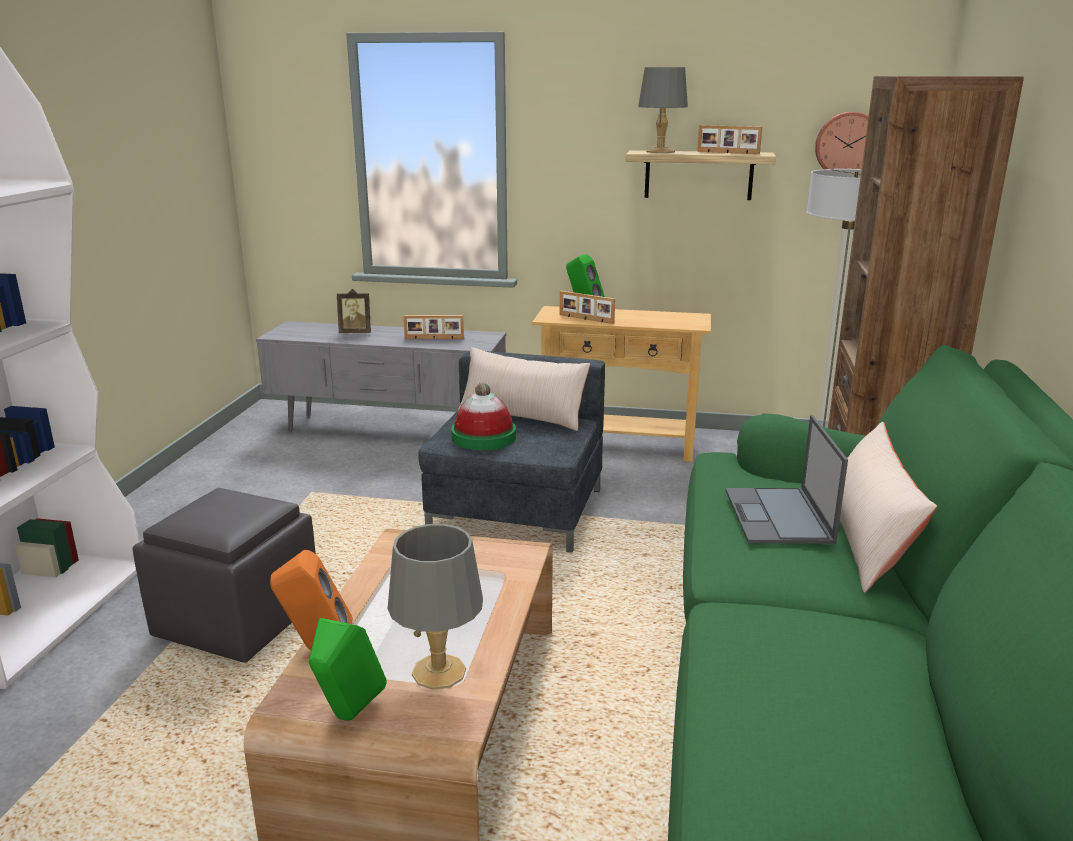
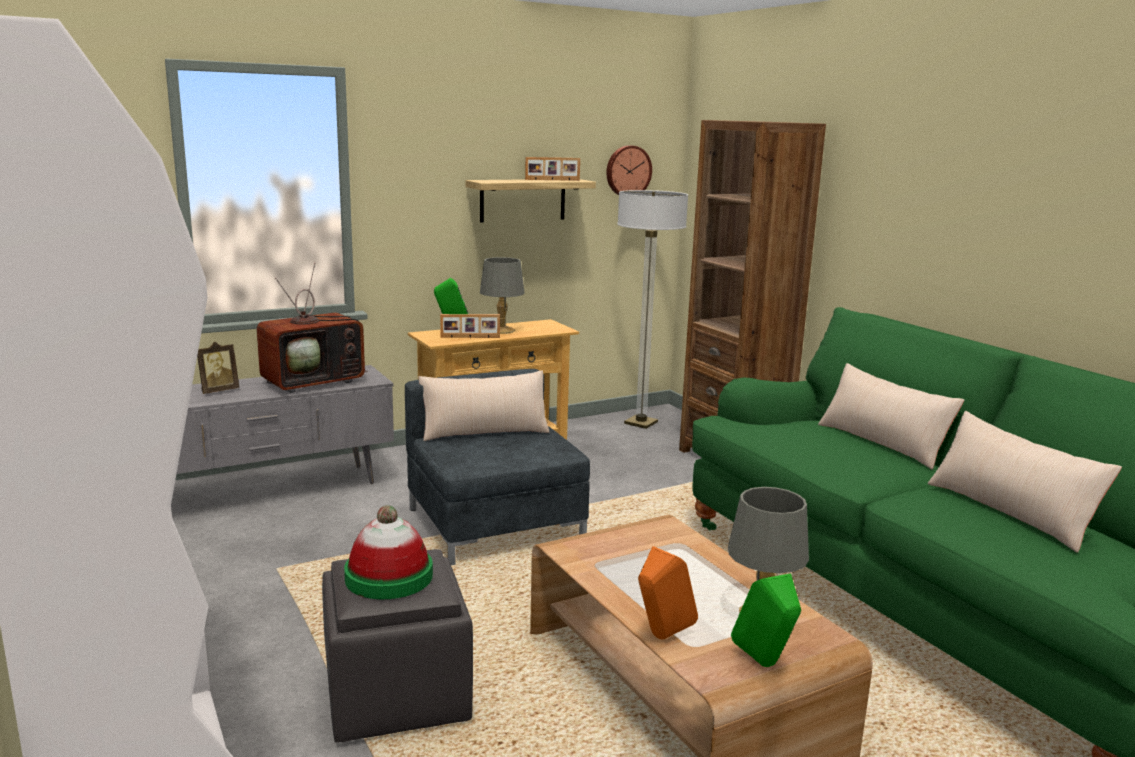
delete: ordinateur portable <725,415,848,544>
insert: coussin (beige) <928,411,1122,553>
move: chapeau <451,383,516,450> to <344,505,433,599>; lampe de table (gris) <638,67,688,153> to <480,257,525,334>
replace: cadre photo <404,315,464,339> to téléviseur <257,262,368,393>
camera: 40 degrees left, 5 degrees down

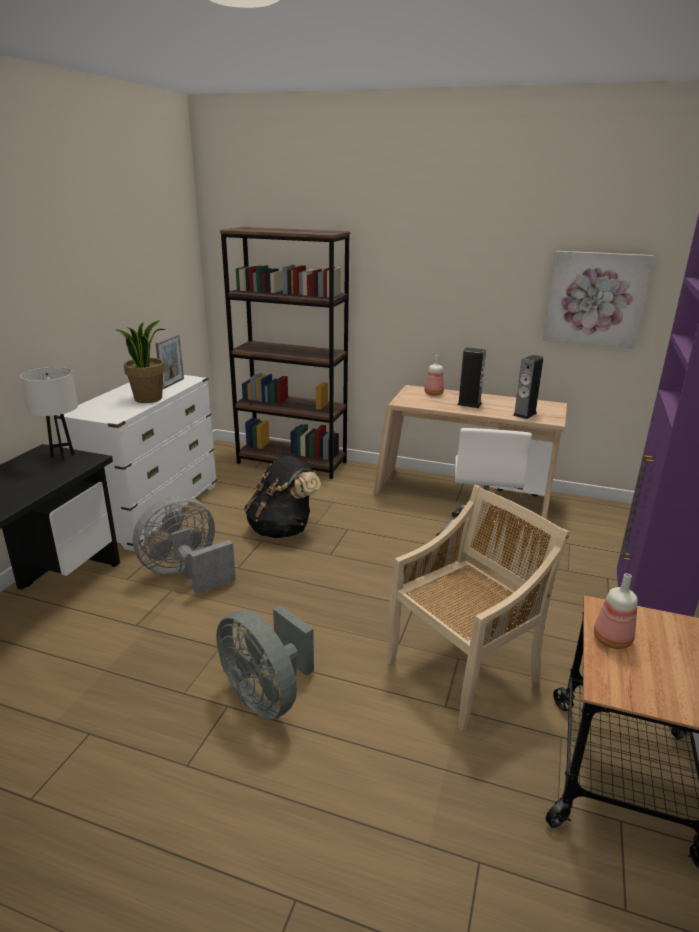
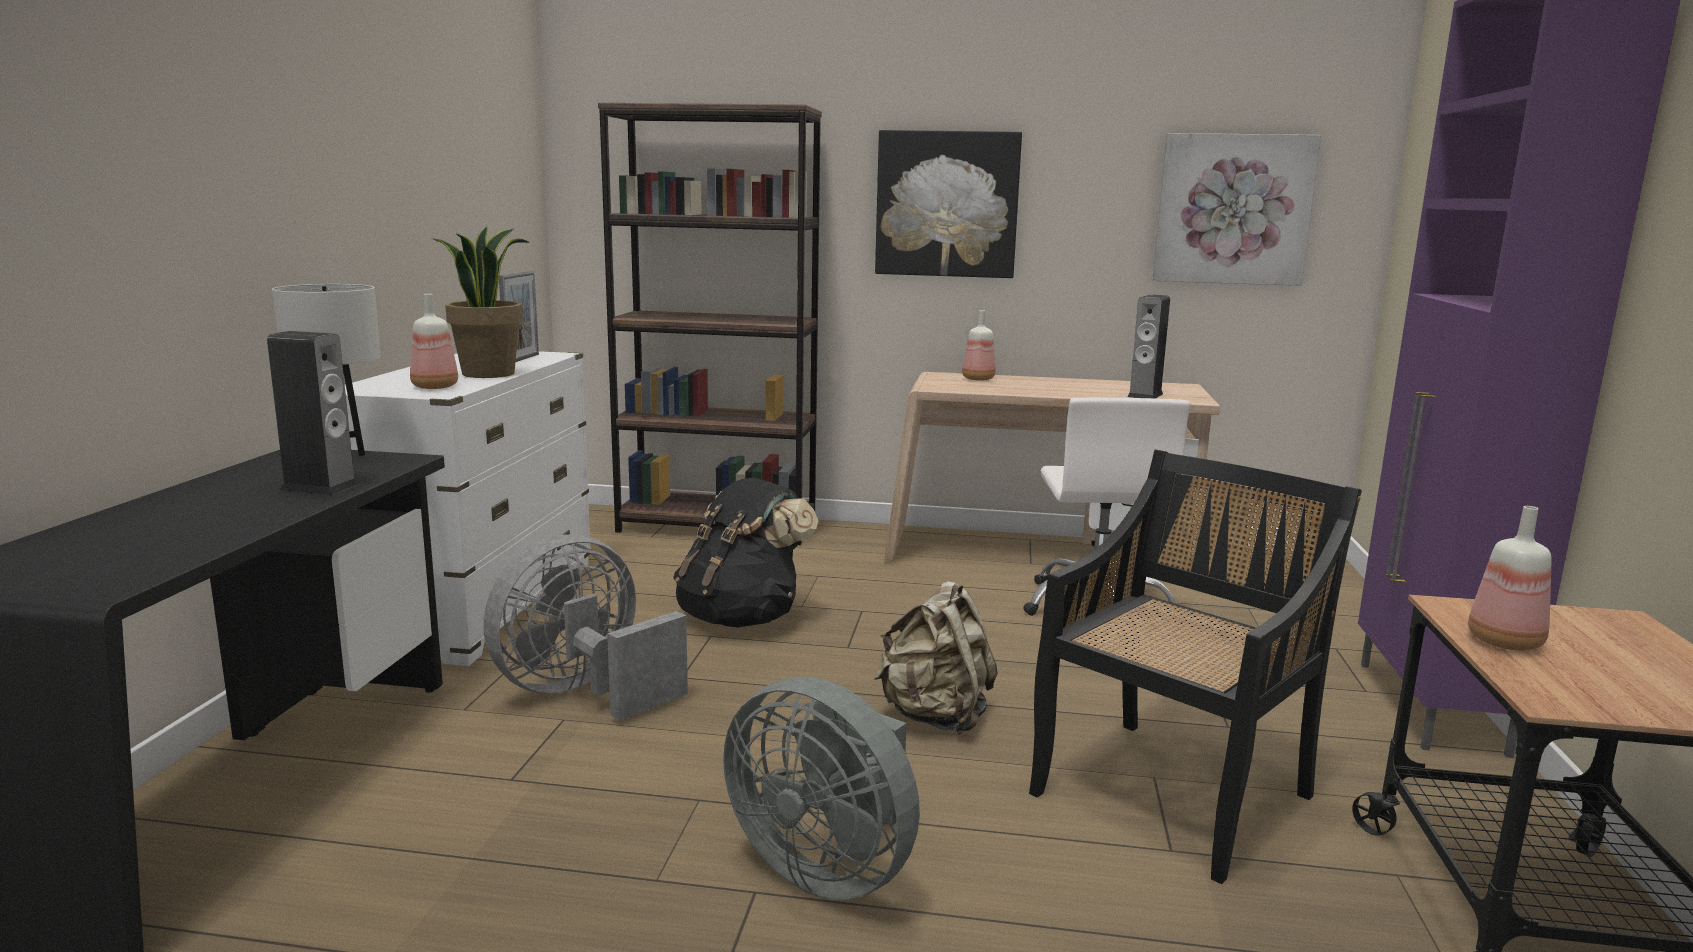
insert: bouteille <410,294,458,389>; sac à dos (beige) <874,581,998,735>; tableau <875,130,1022,278>
move: enceinte <457,347,486,408> to <267,331,360,495>
recolor: chaise (beige) <387,485,570,731> to chaise (noir) <1029,449,1362,884>
camera: 10 degrees left, 10 degrees down

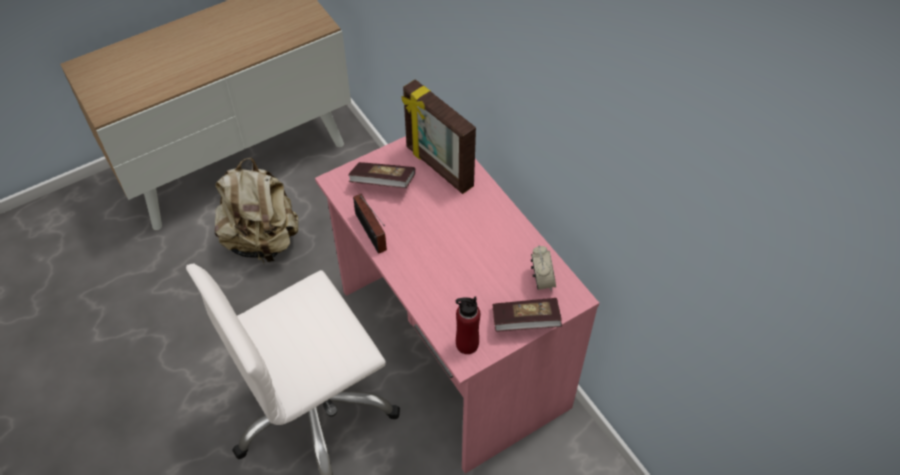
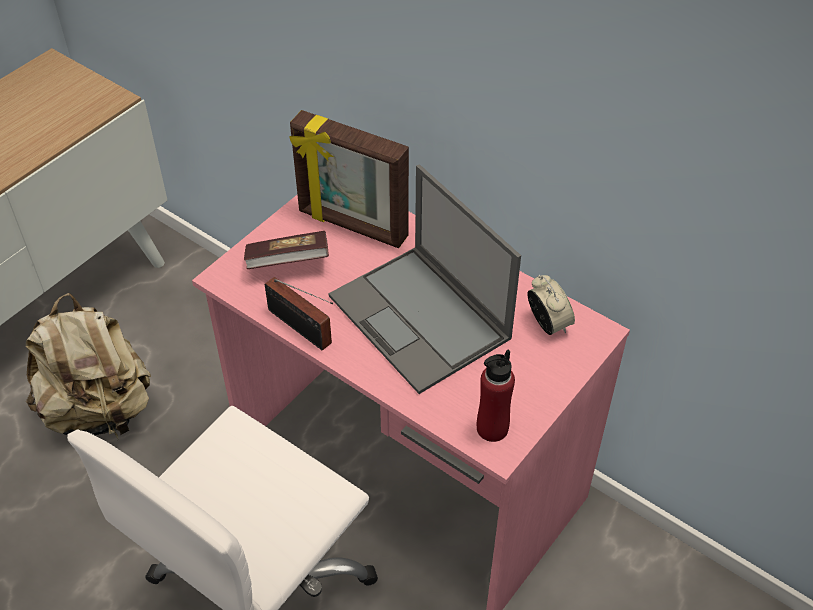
delete: livre <492,298,562,332>
insert: ordinateur portable <329,164,521,394>
camera: 20 degrees left, 5 degrees down

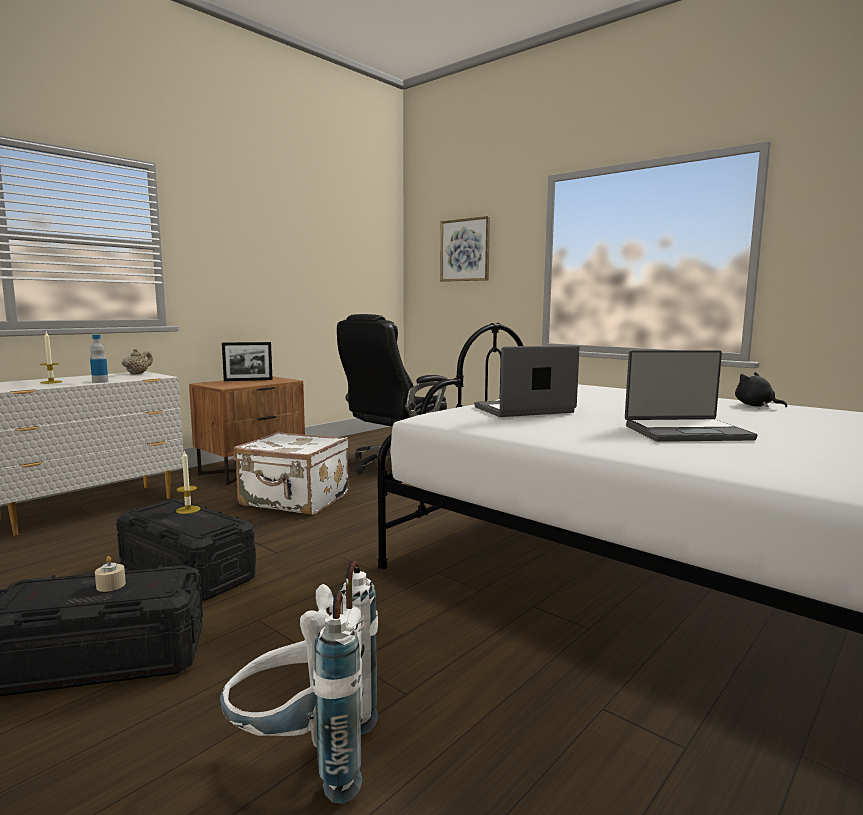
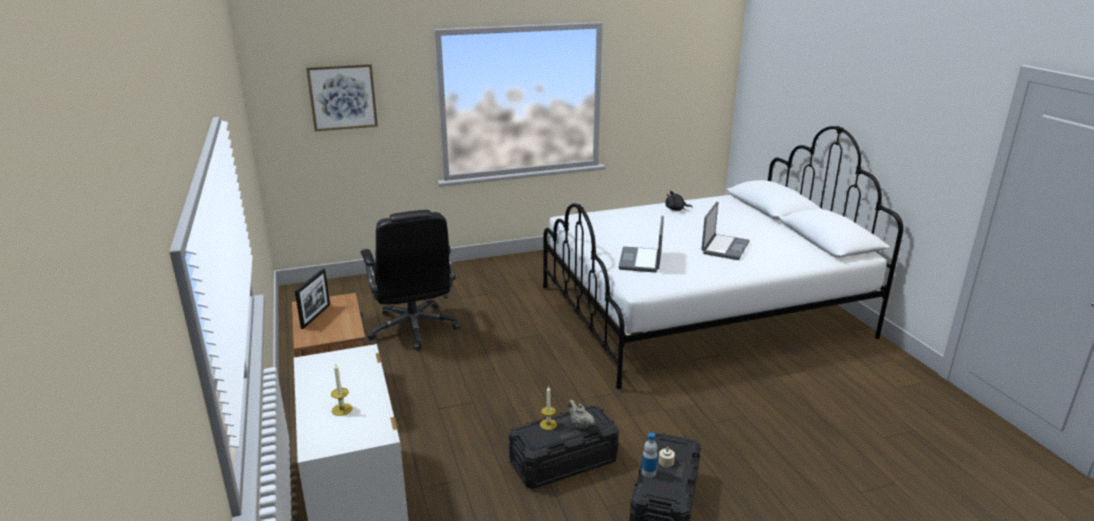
delete: sac à dos (blanc) <220,561,378,804>; valise (blanc) <233,432,349,515>
move: bouteille <90,334,108,383> to <642,432,658,478>; théière (beige) <122,349,153,375> to <567,400,594,429>
camera: 60 degrees left, 15 degrees up

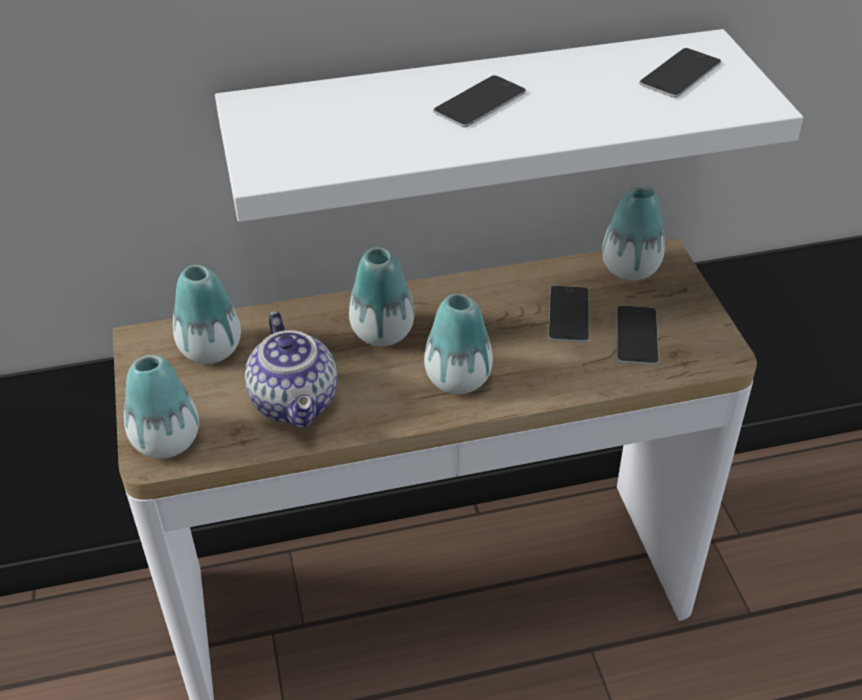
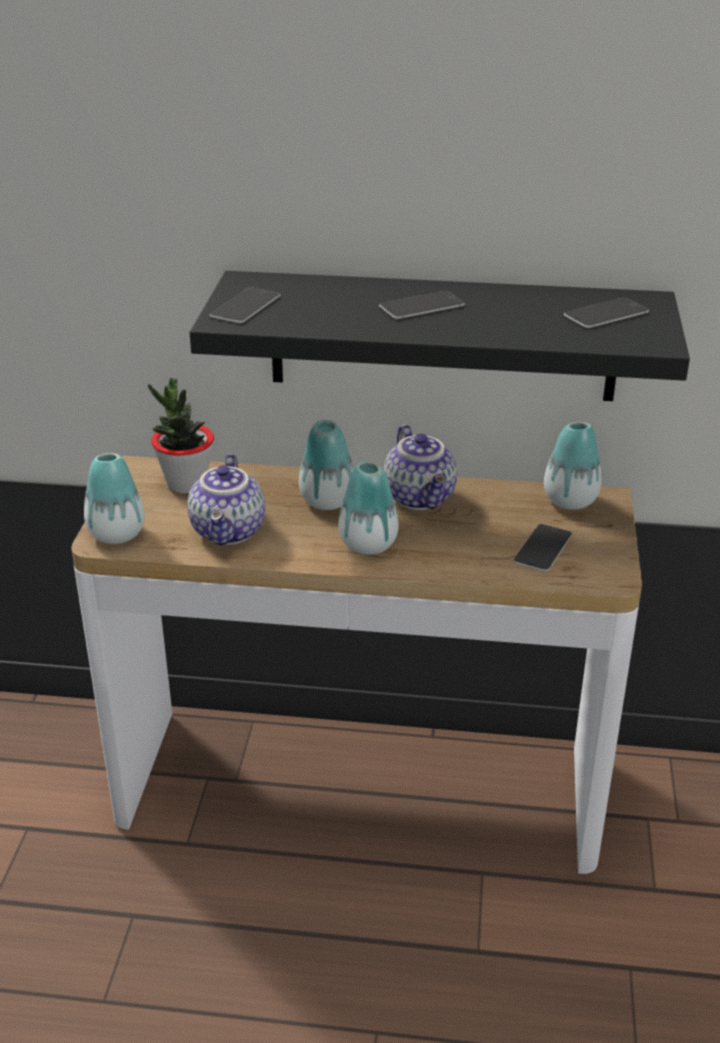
insert: théière <383,424,457,510>
move: téléphone <548,286,589,342> to <209,287,280,323>
replace: vase <173,265,241,364> to plante en pot <148,378,214,494>
recolor: étagère (blanc) <215,29,803,222> to étagère (noir) <190,271,690,401>
camera: 20 degrees right, 10 degrees down

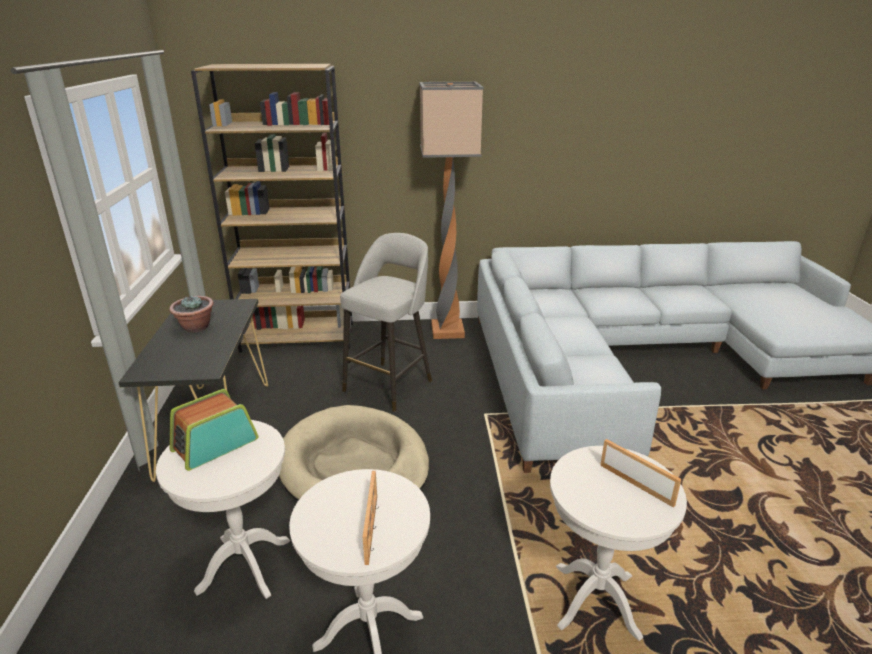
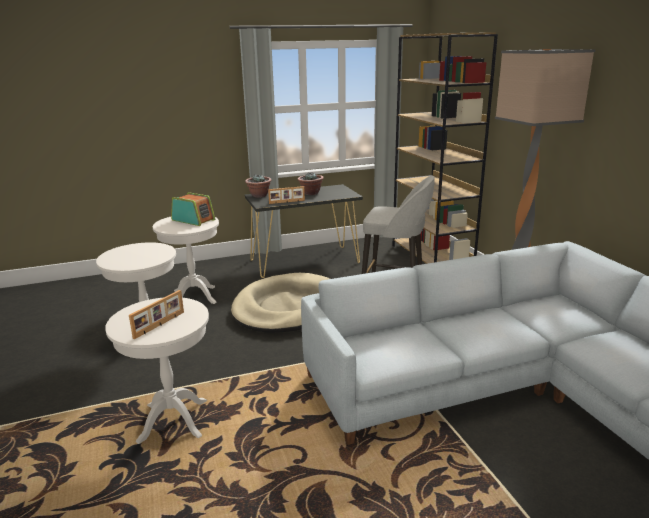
insert: plante en pot <245,175,272,198>
move: cadre photo <363,471,379,565> to <268,186,305,204>
camera: 75 degrees right, 5 degrees down

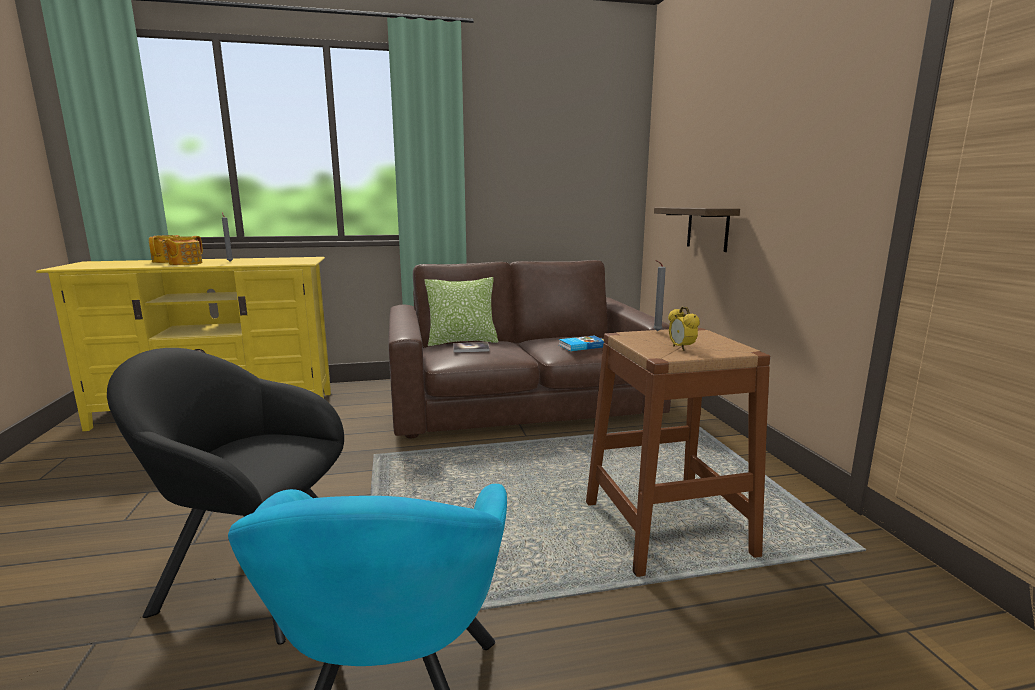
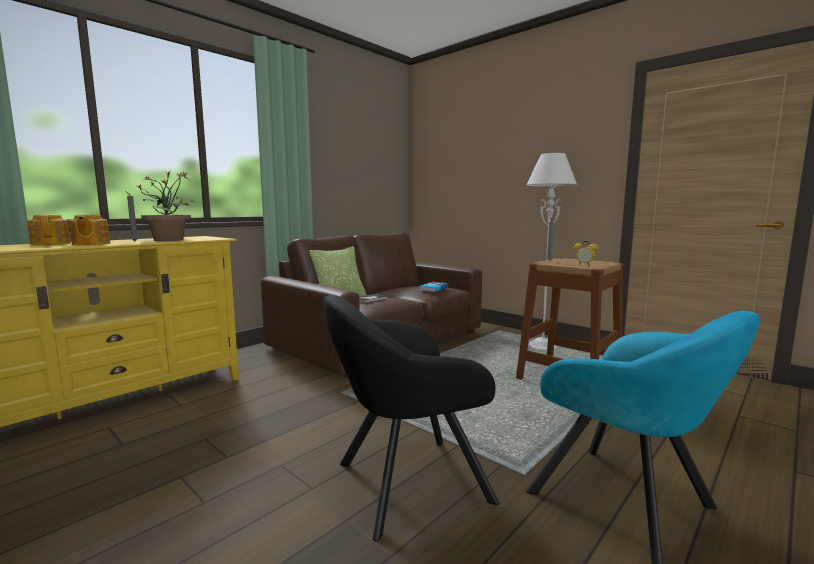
delete: étagère <654,207,740,252>
insert: plante en pot <137,171,195,241>; lampadaire (gris) <527,153,577,351>
camera: 35 degrees left, 5 degrees down

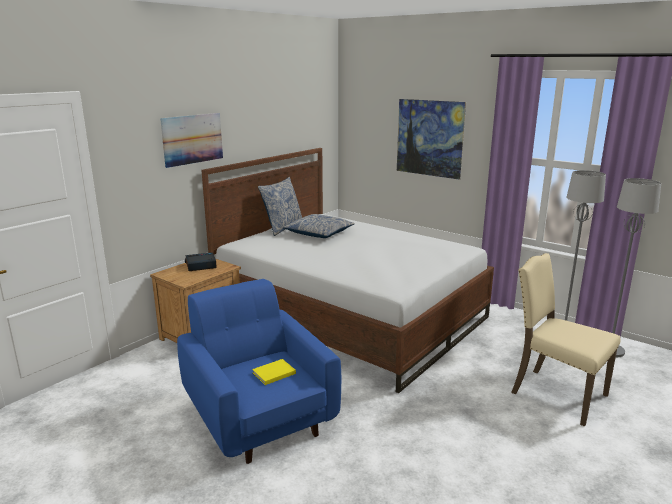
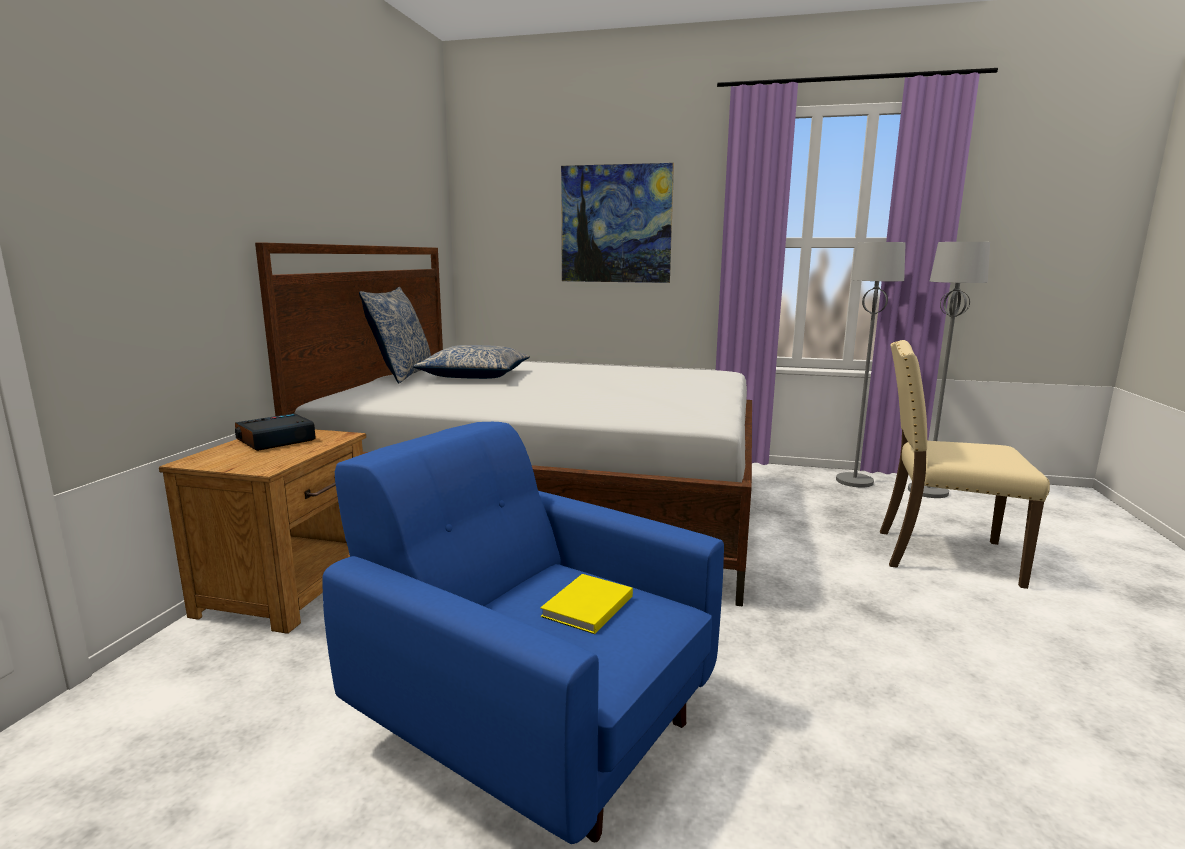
delete: tableau <160,113,223,168>
camera: 25 degrees left, 5 degrees down

